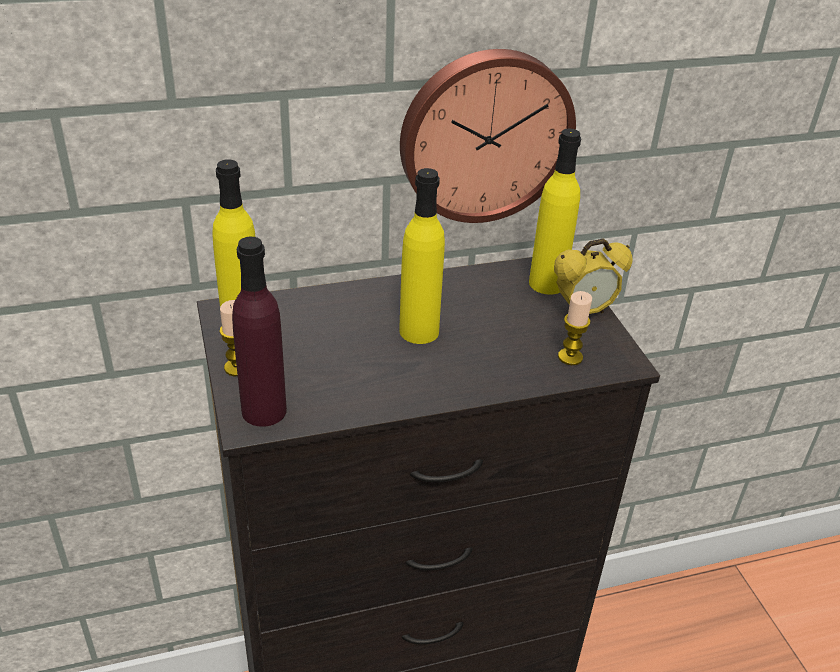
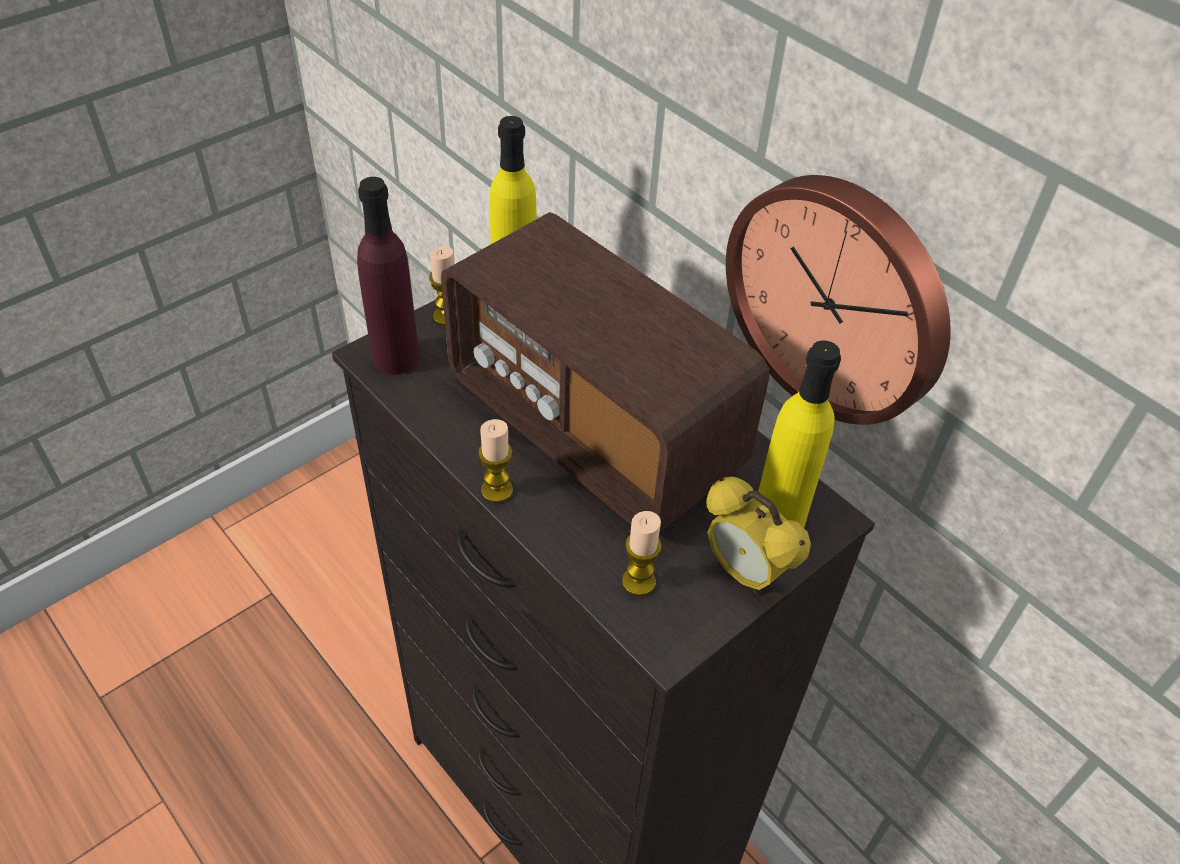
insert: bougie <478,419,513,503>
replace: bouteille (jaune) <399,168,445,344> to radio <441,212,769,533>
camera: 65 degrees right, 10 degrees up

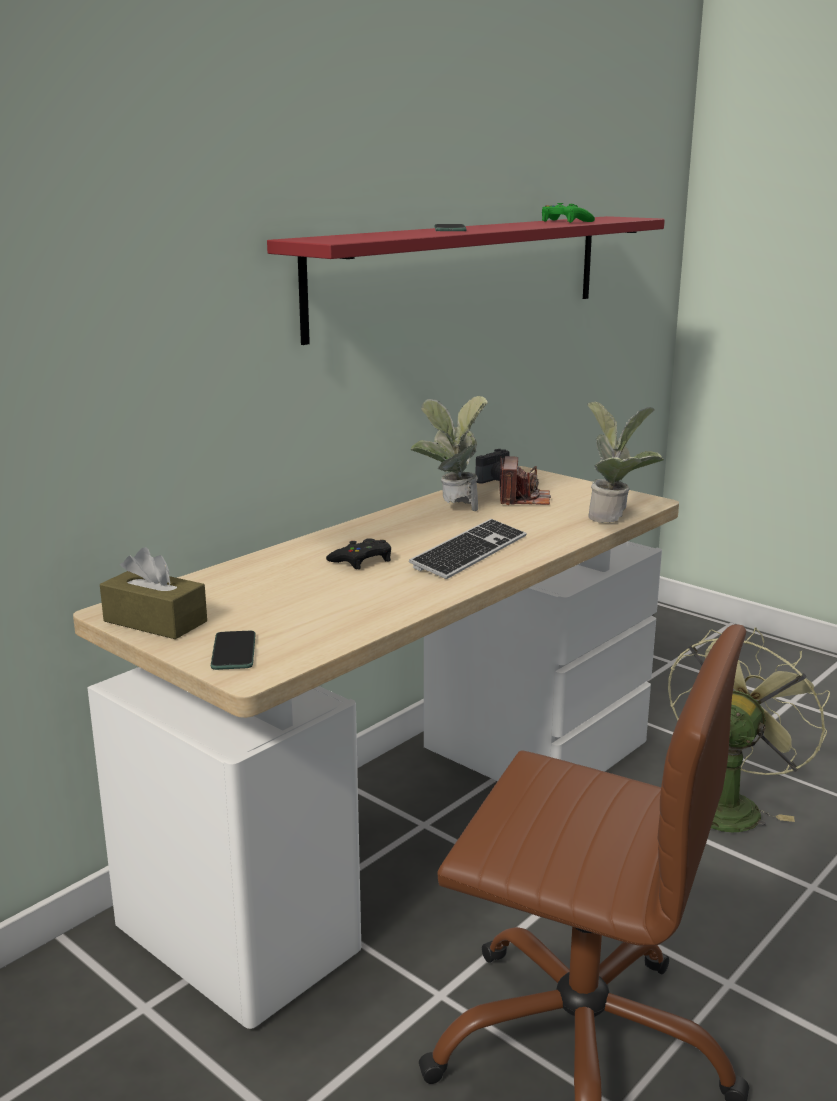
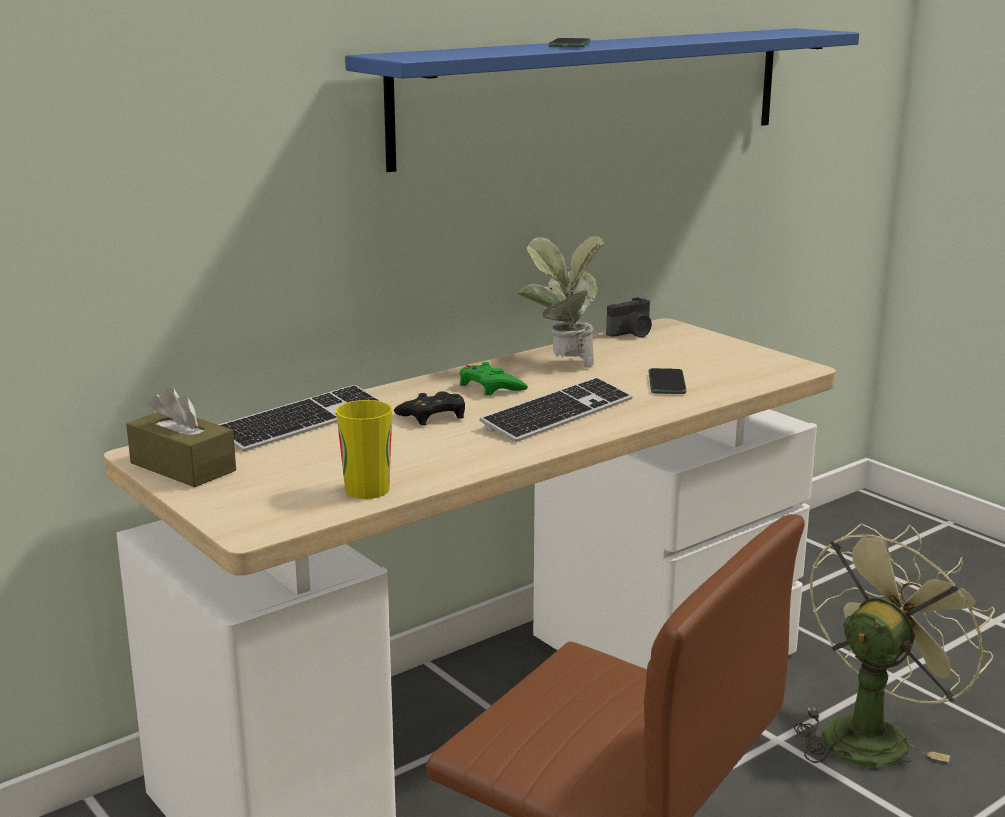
delete: appareil photo <499,456,551,505>; plante en pot <587,402,664,523>
insert: clavier <219,385,381,452>; tasse <336,400,393,499>
move: téléphone <211,631,256,670> to <649,368,687,394>; manette (vert) <542,203,595,223> to <460,362,528,396>
recolor: étagère (rouge) <267,216,665,345> to étagère (bleu) <345,28,859,172>
camera: 10 degrees right, 0 degrees up

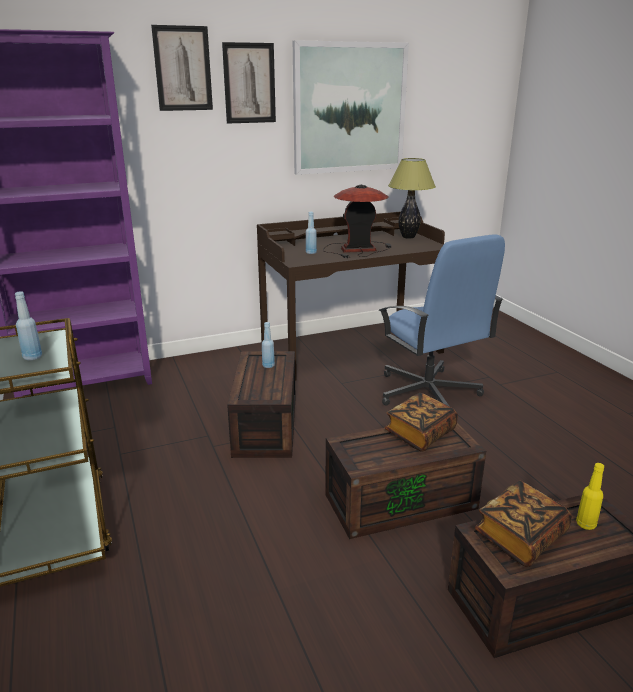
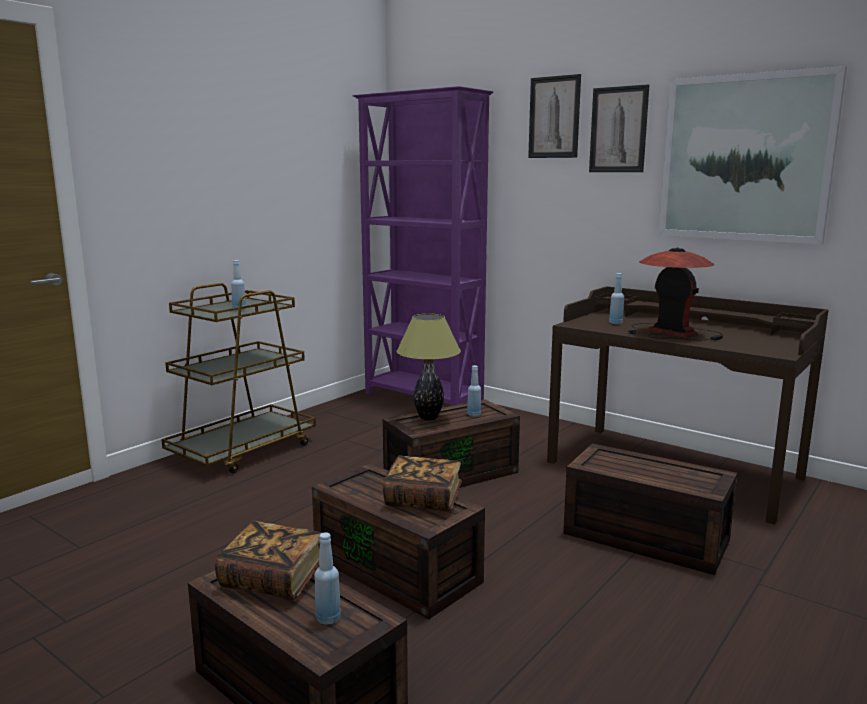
move: lampe de table <388,158,436,239> to <397,314,461,421>
replace: chaise de bureau (bleu) <379,234,505,406> to boîte de rangement (marron) <563,443,737,575>
recolor: bouteille (jaune) <576,463,604,530> to bouteille (bleu) <314,532,341,625>
camera: 60 degrees right, 10 degrees down

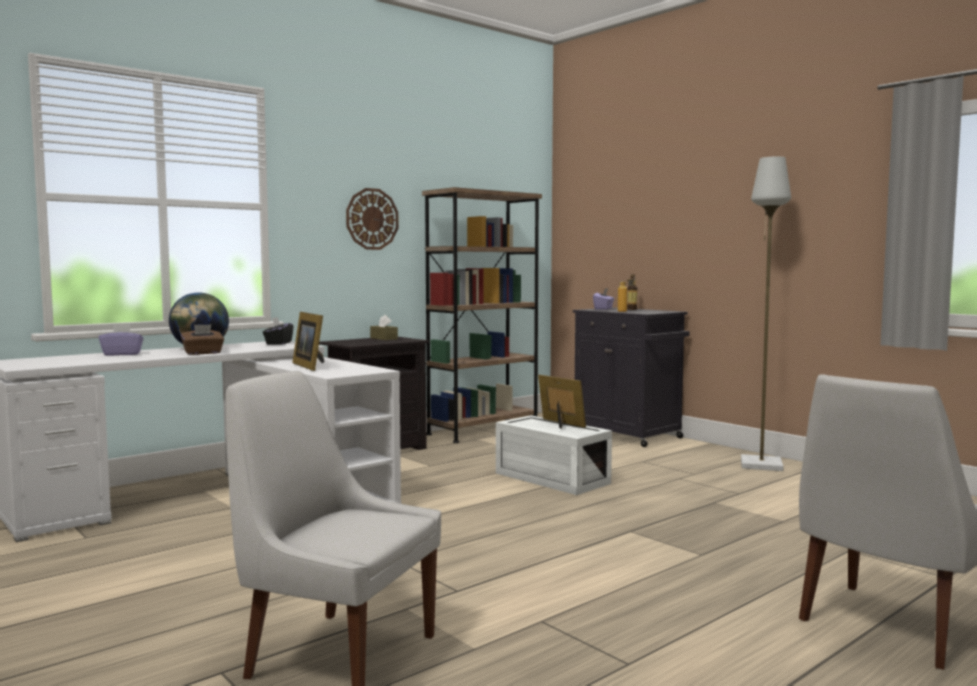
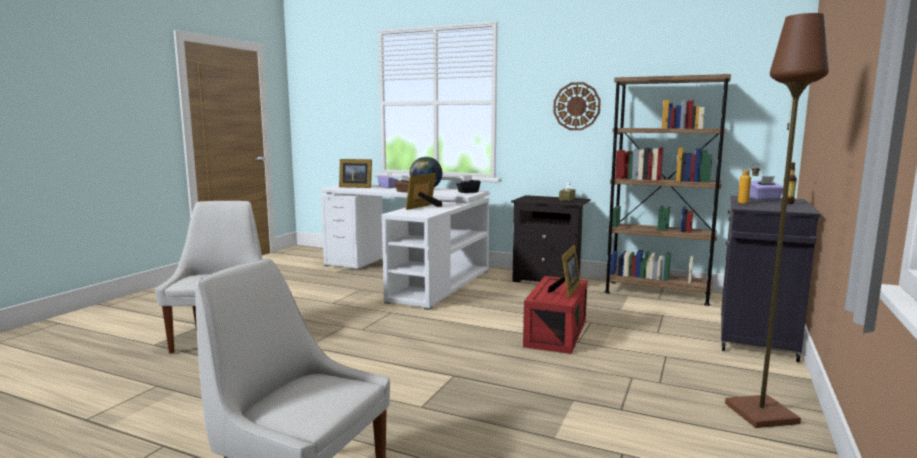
insert: cadre photo <339,159,372,188>
recolor: boîte de rangement (blanc) <496,415,612,495> to boîte de rangement (rouge) <523,276,587,354>; lampadaire (gris) <741,156,791,471> to lampadaire (marron) <725,13,829,428>
camera: 65 degrees right, 5 degrees up

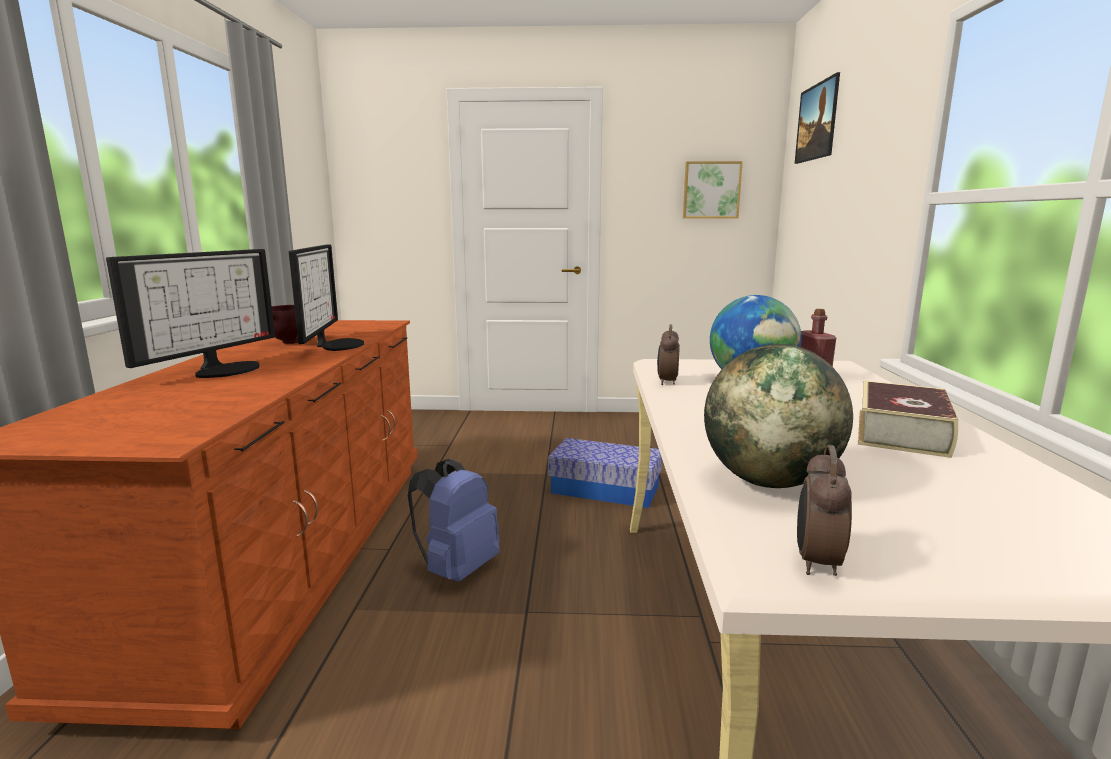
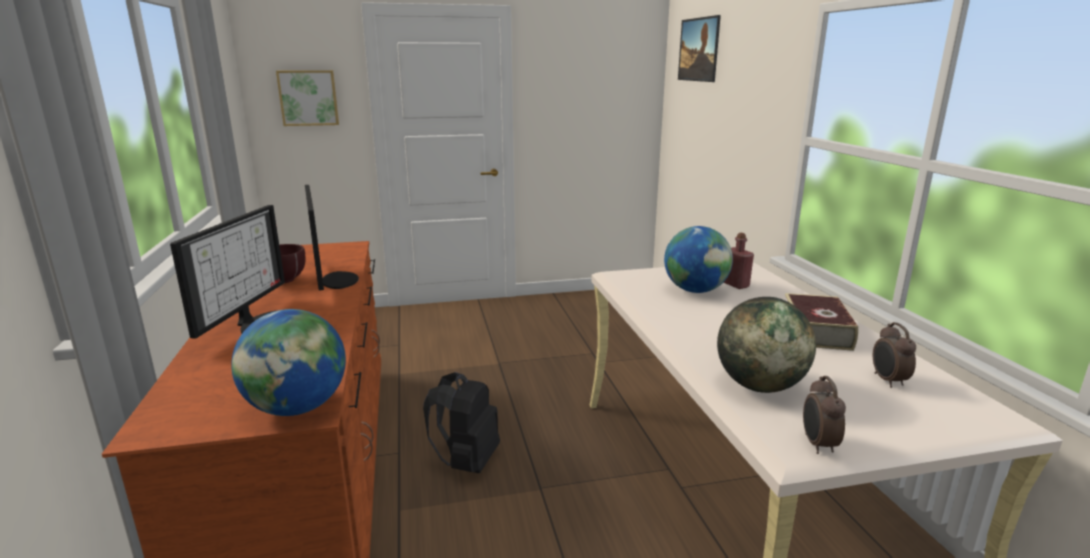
delete: boîte de rangement <548,438,662,508>
insert: globe <231,309,346,416>
move: réveil <657,325,680,385> to <873,322,916,388>; tableau <683,161,743,219> to <276,70,339,126>
recolor: sac à dos (bleu) <408,459,500,582> to sac à dos (noir) <423,372,500,473>
camera: 15 degrees left, 5 degrees up

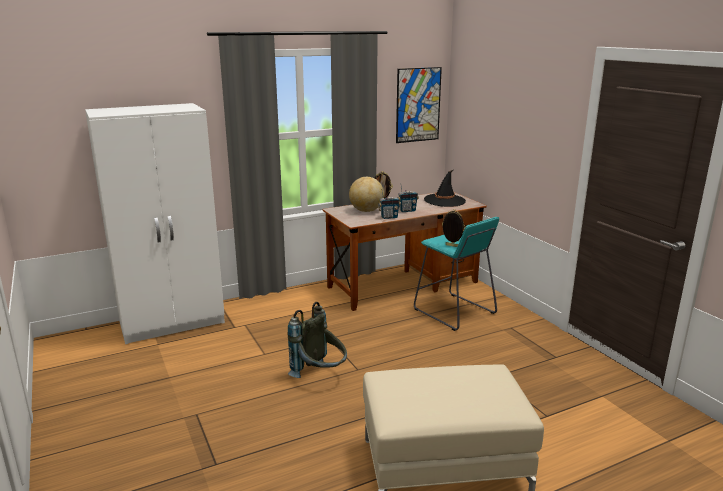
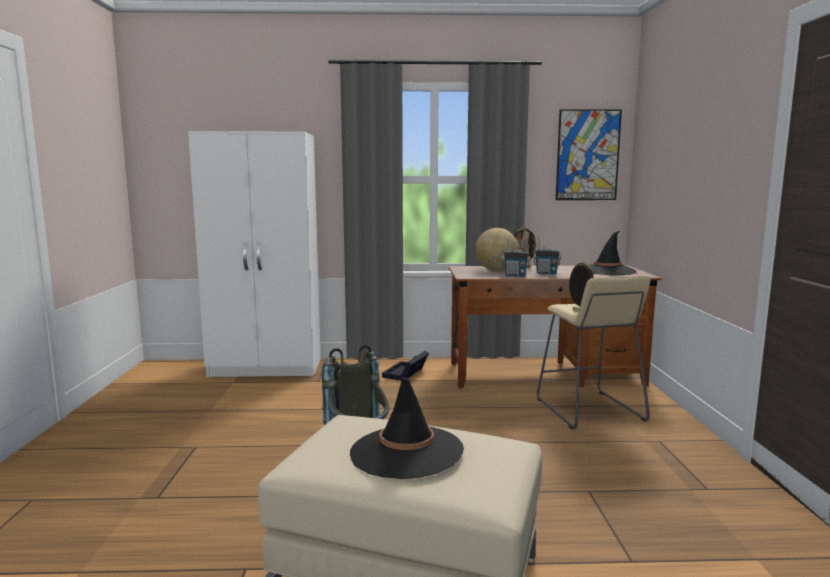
insert: chapeau (noir) <350,377,464,479>; boîte de rangement (noir) <382,351,429,380>
recolor: tabouret (turquoise) <414,217,499,331> to tabouret (beige) <537,276,650,429>
camera: 25 degrees right, 10 degrees down

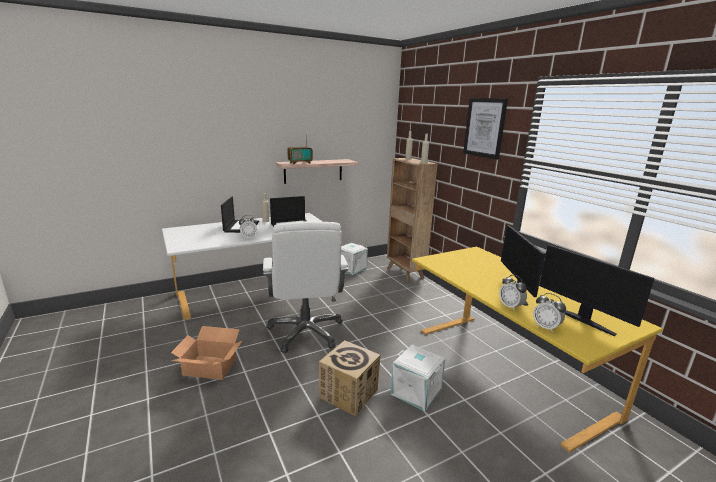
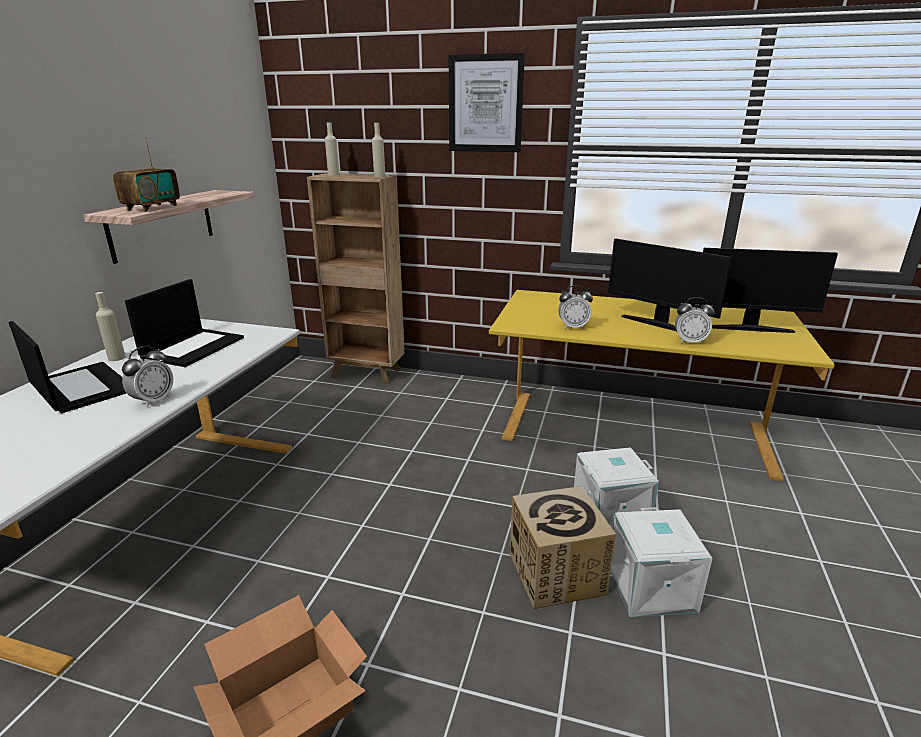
delete: chaise de bureau (blanc) <263,221,349,353>
move: boîte de rangement (blanc) <341,243,368,275> to <611,507,712,617>; réveil <533,293,566,332> to <558,285,593,329>
camera: 45 degrees left, 5 degrees up

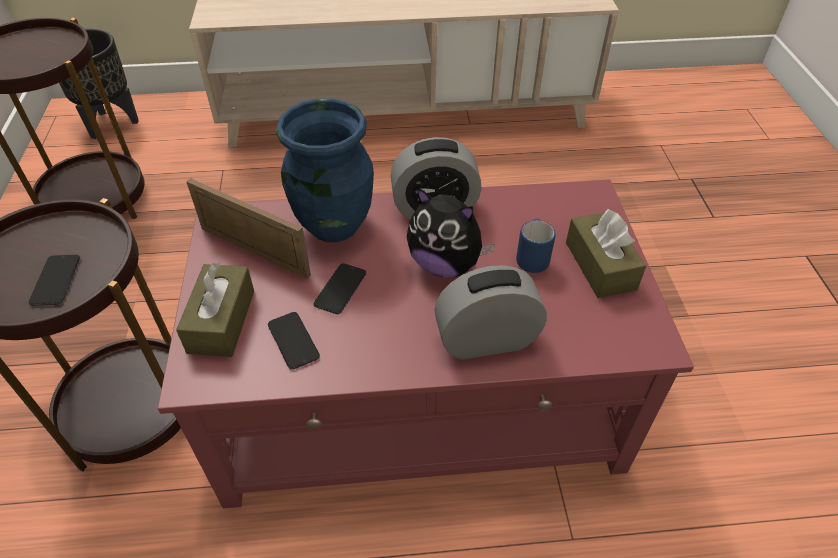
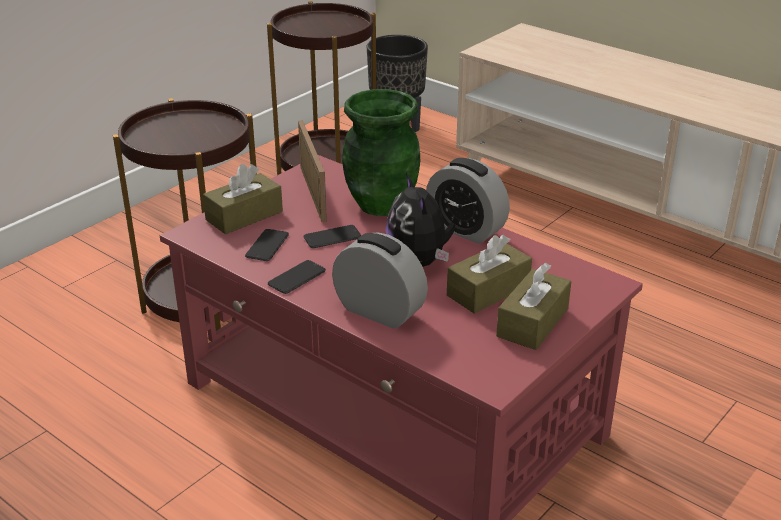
move: téléphone <28,255,80,306> to <268,260,326,294>
replace: mug (bleu) <516,219,556,273> to boîte à mouchoirs (marron) <447,235,532,314>
recolor: vase (bleu) <276,98,374,242> to vase (vert) <342,89,420,216>
camera: 45 degrees right, 15 degrees down

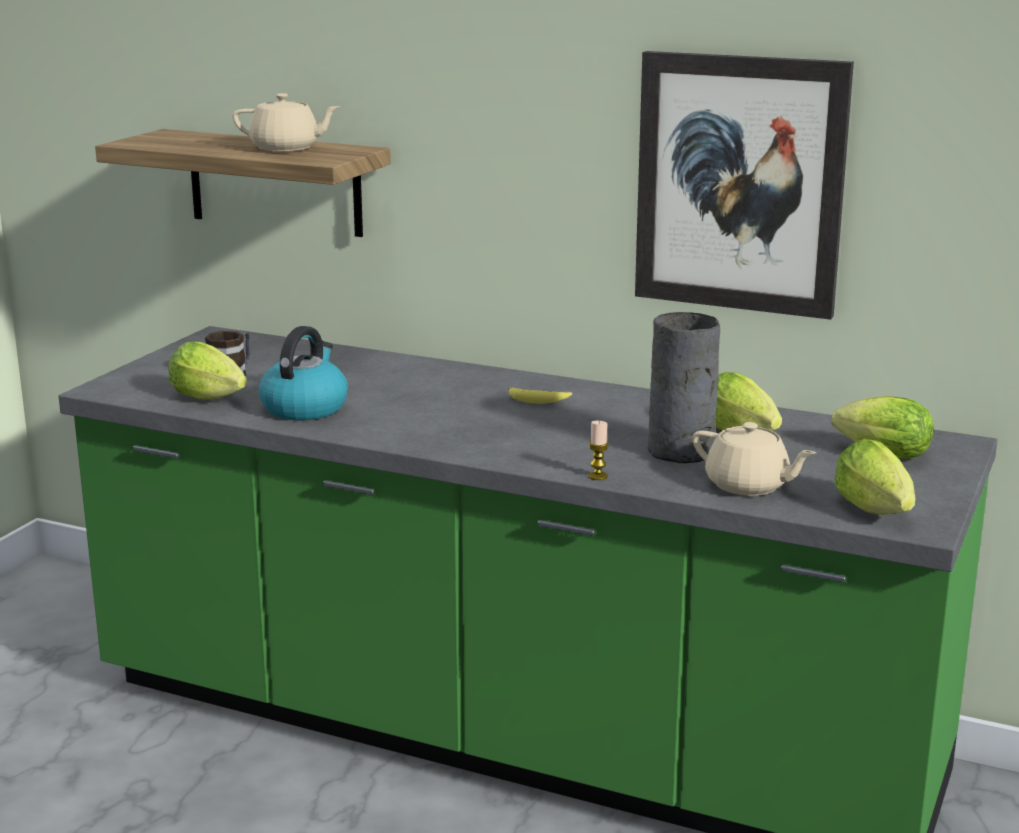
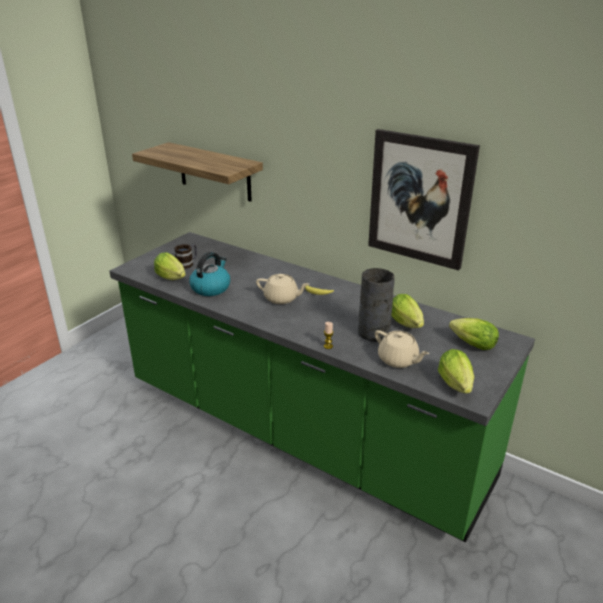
move: théière (beige) <232,93,341,152> to <256,274,309,304>
camera: 10 degrees right, 10 degrees up

